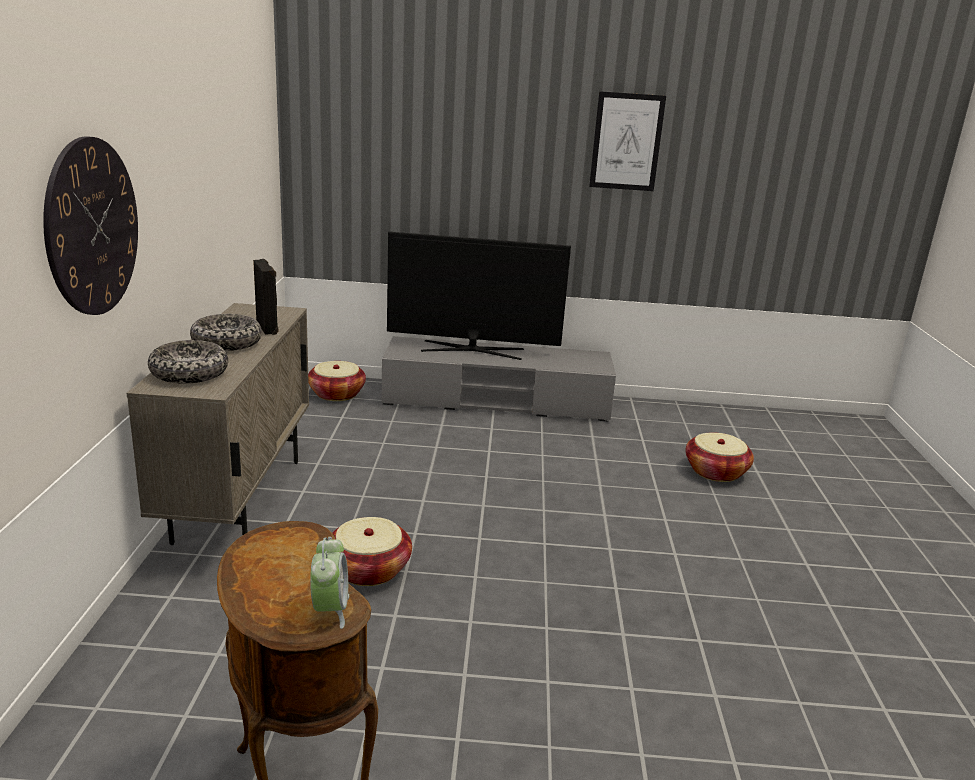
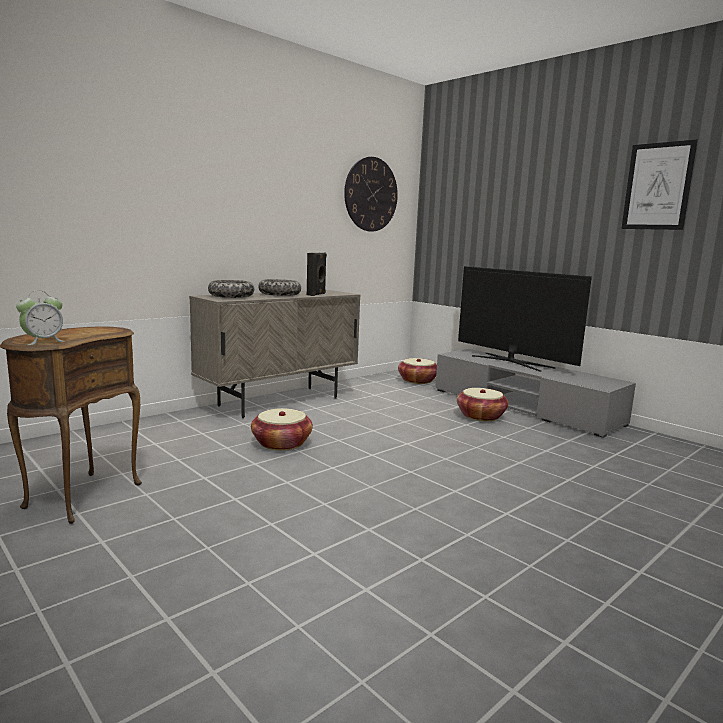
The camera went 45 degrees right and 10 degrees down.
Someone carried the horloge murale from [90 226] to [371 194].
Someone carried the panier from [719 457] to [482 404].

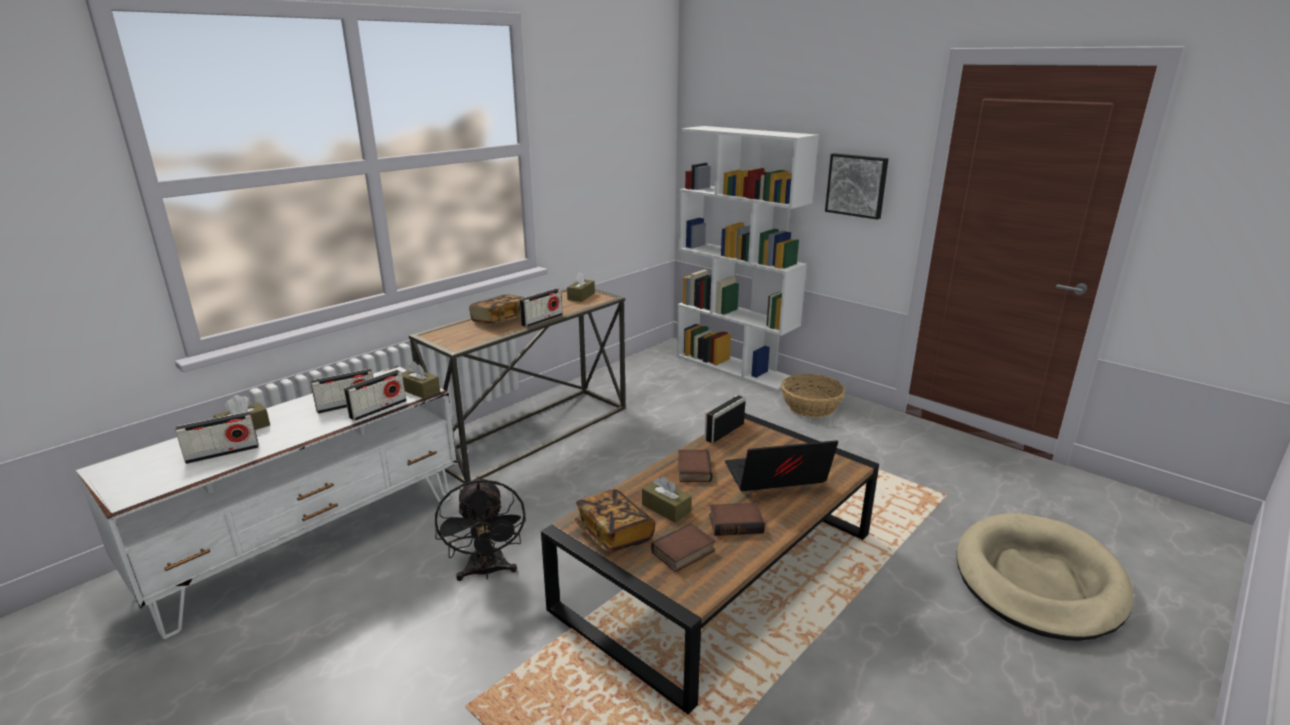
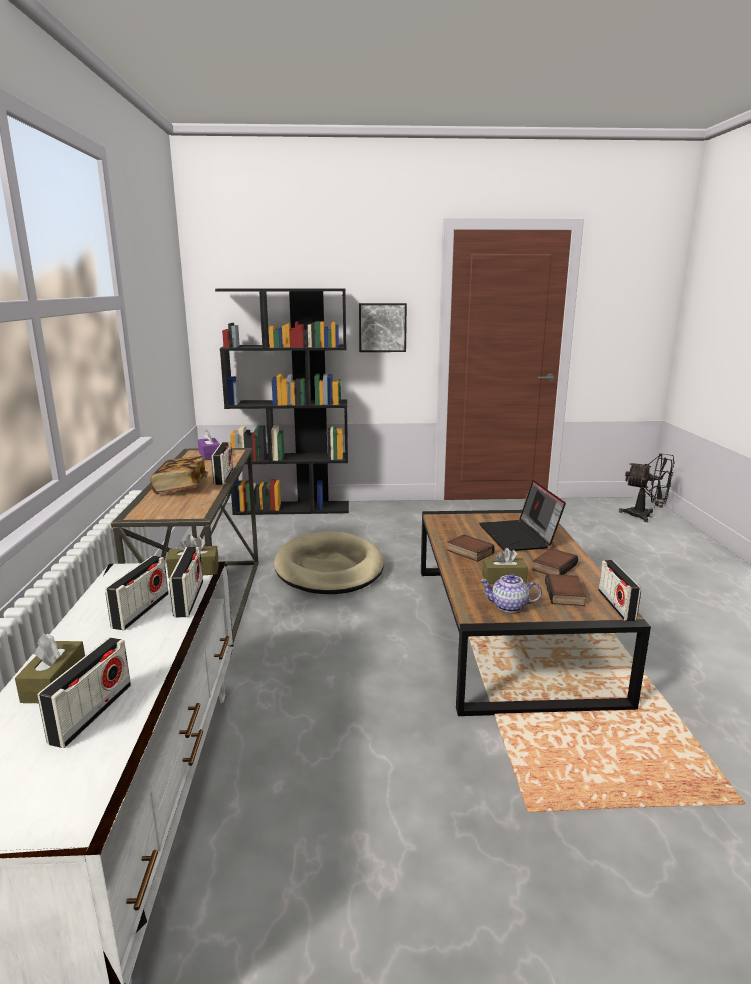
The camera went 45 degrees left and 5 degrees down.
Someone repainted the boîte à mouchoirs/marron at [581 286], which became the boîte à mouchoirs/violet at [209 444].
Someone repainted the bibliothèque/blanc at [748 258], which became the bibliothèque/noir at [282 401].
Someone carried the panier pour chien/beige from [1045 577] to [329 562].
Someone rotated the ordinateur portable at [781 465] by 45 degrees counterclockwise.
Someone swapped the livre at [615 521] for the théière at [511 593].
Someone carried the radio from [724 419] to [619 590].
Someone carried the ventilateur/noir from [480 528] to [647 487].
Someone took away the panier at [813 395].

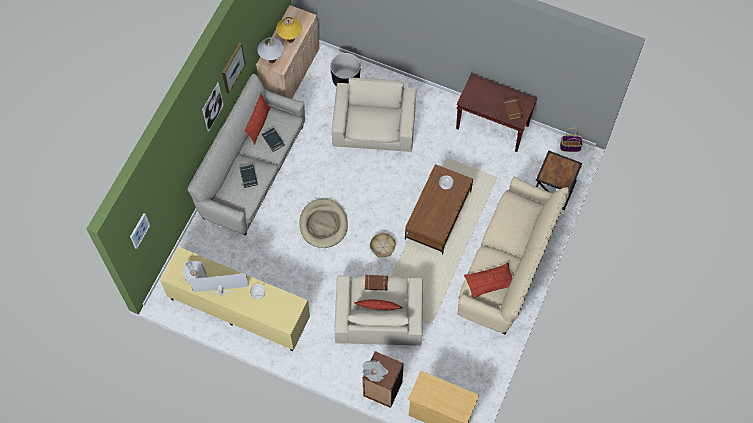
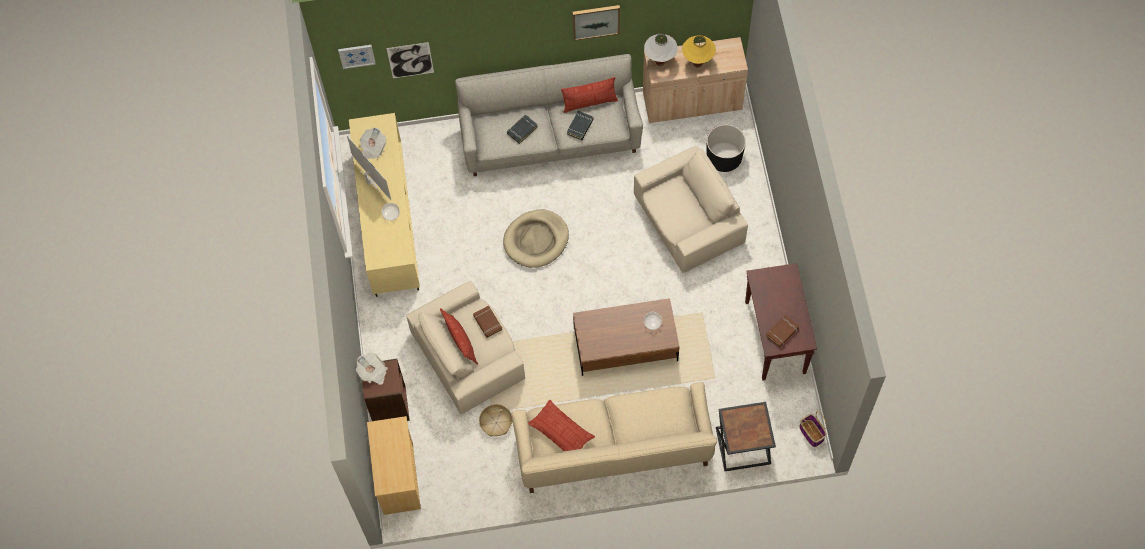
The camera went 60 degrees right and 0 degrees up.
Someone carried the tableau from [213 107] to [410 60].
Someone carried the panier from [383 245] to [495 420].

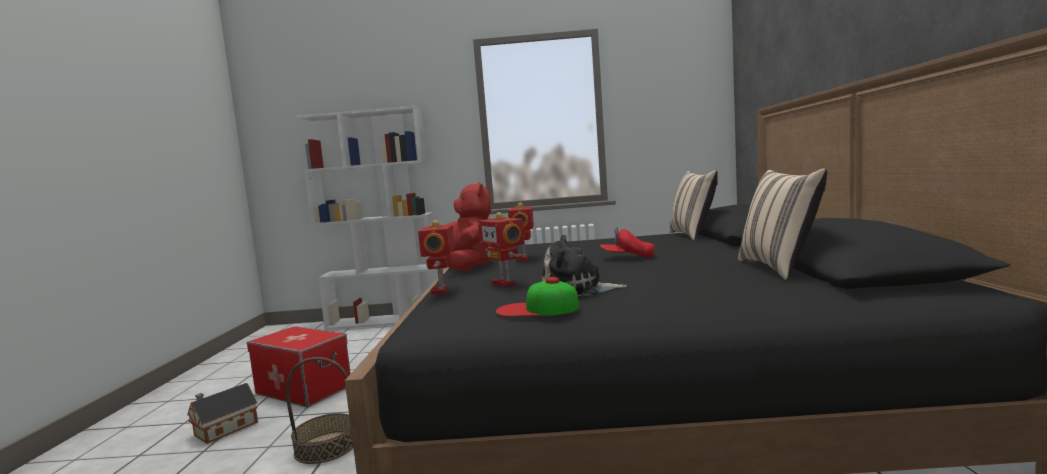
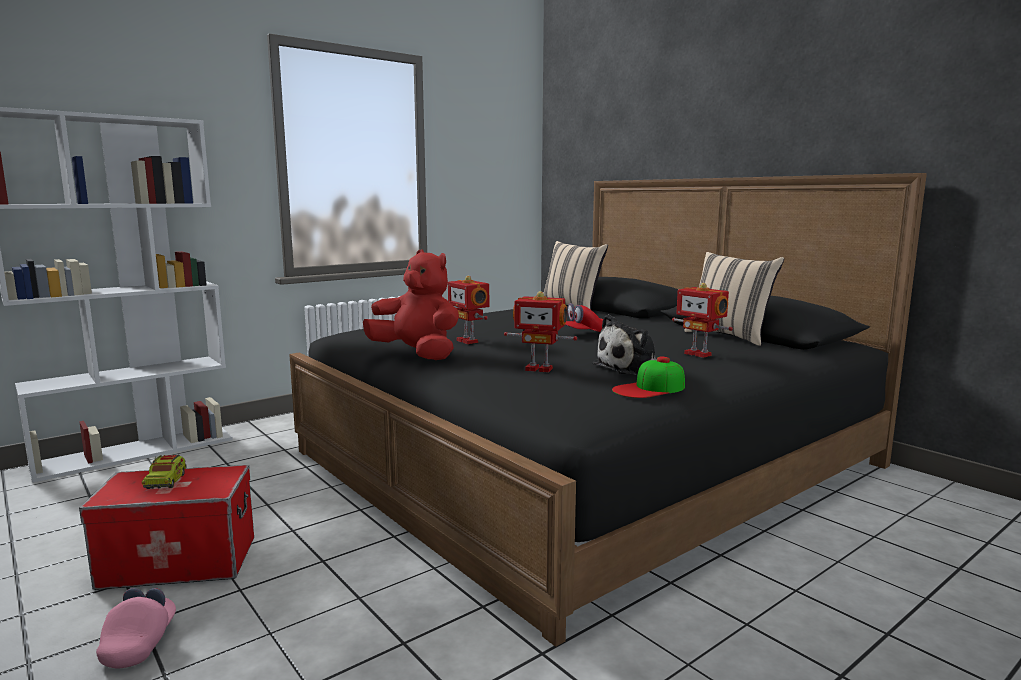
The camera went 40 degrees left and 5 degrees up.
Someone swapped the maison miniature at [222 413] for the casquette/rose at [136 628].
Someone put down the camion jouet at [164 471].
Someone carried the robot jouet from [436 257] to [702 320].
Someone took away the panier at [319 410].

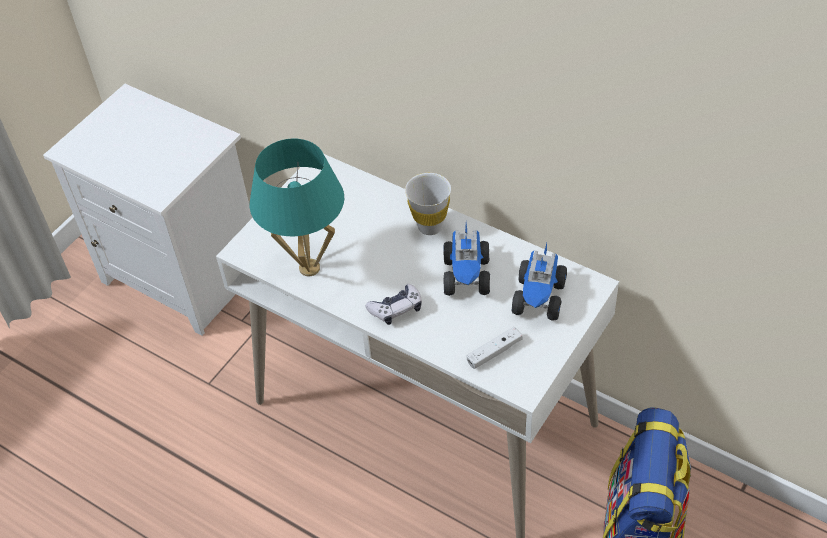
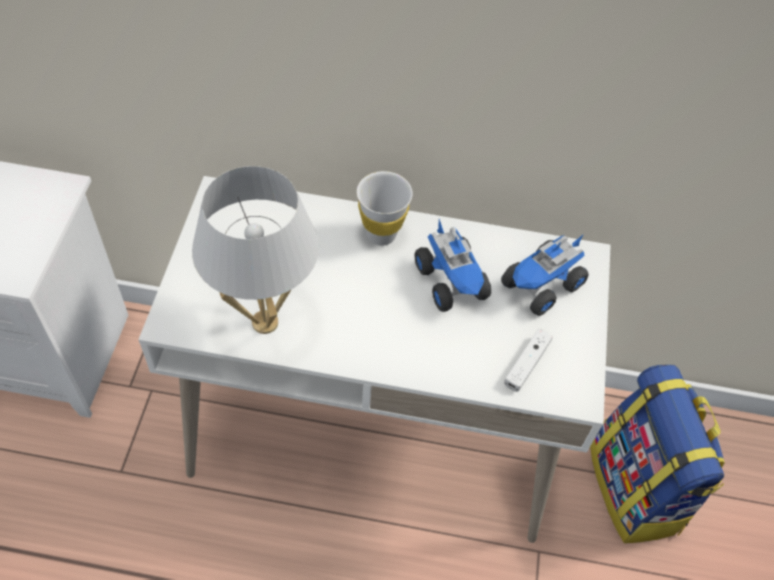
The camera went 30 degrees left and 5 degrees up.
Someone repainted the lampe de table/turquoise at [297 207], which became the lampe de table/blanc at [255 250].
Someone rotated the camion jouet at [539 282] by 60 degrees clockwise.
Someone took away the manette at [393 304].

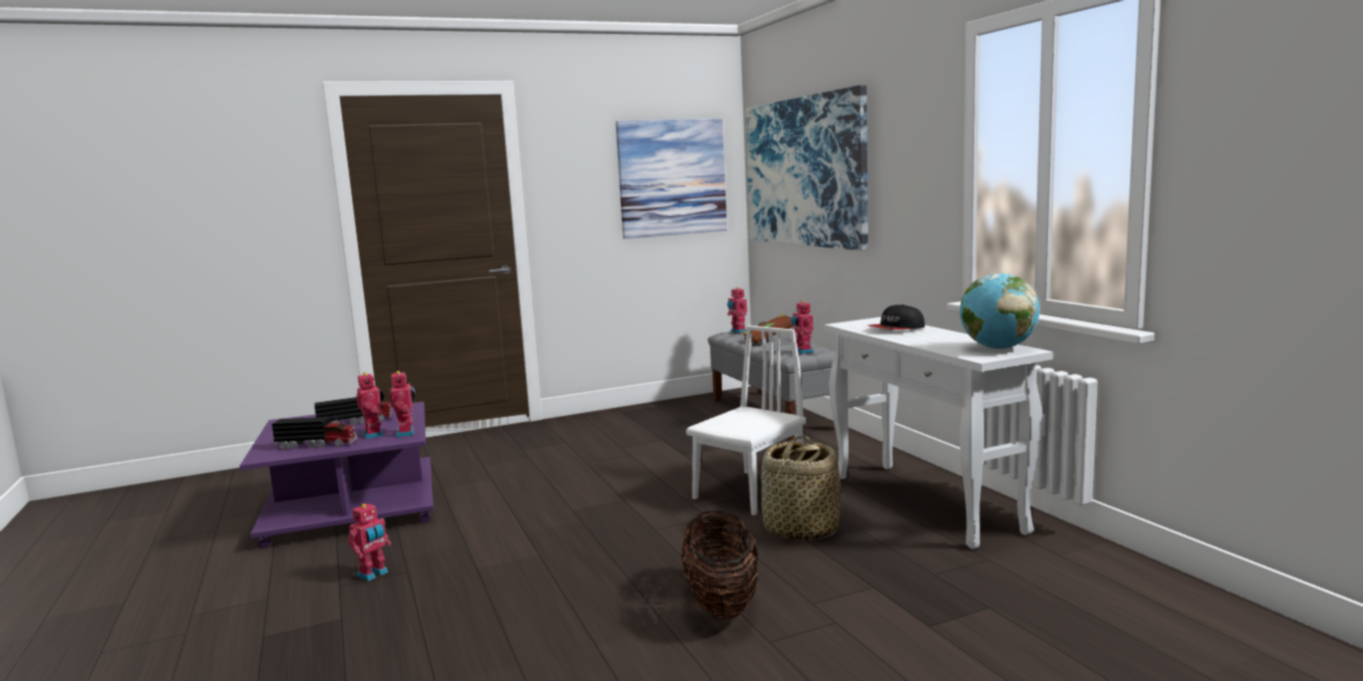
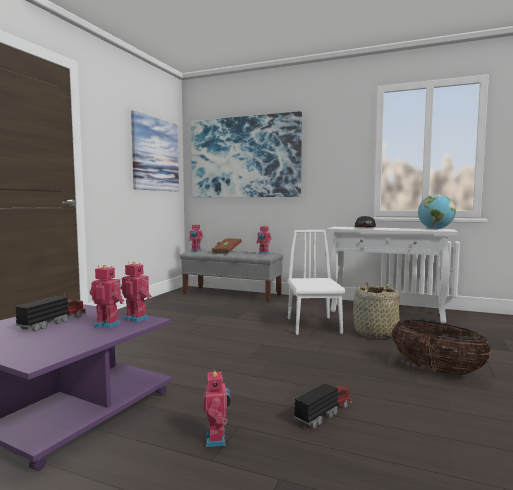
The camera went 45 degrees left and 5 degrees down.
Someone carried the camion jouet from [314 432] to [323 403].

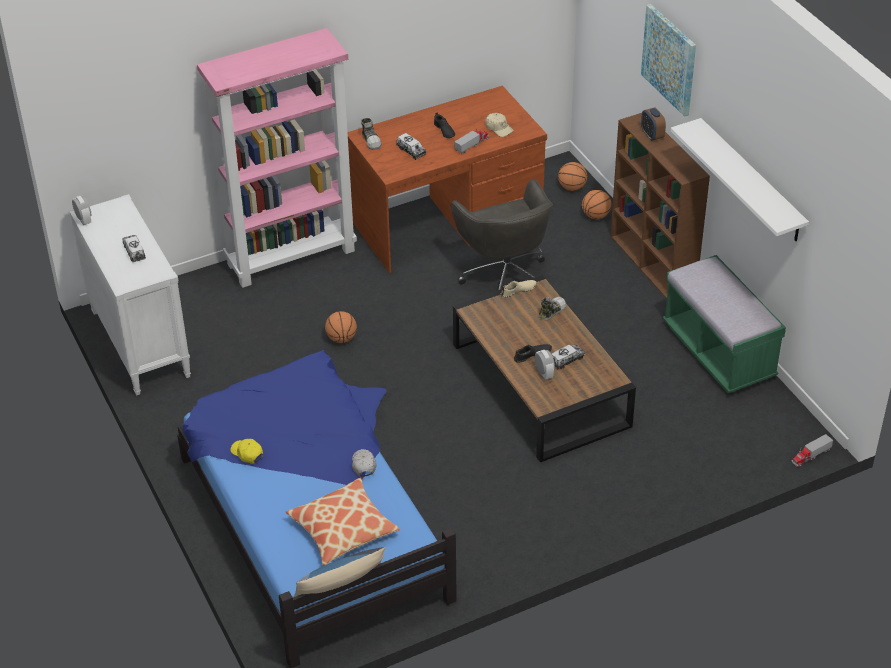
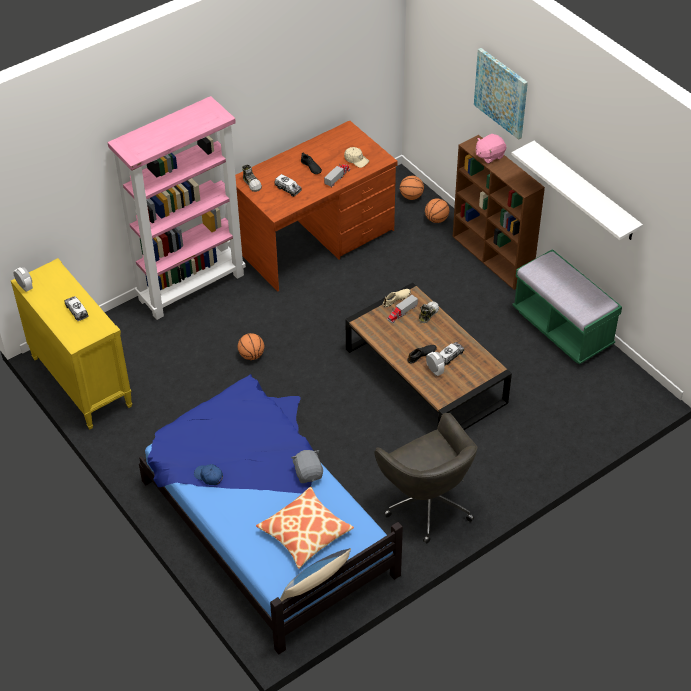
The camera went 10 degrees left and 5 degrees up.
Someone repainted the commode/blanc at [130 295], which became the commode/jaune at [71 343].
Someone repainted the casquette/jaune at [246 451], which became the casquette/bleu at [208 474].
Someone swapped the casquette/blanc at [364 463] for the peluche/gris at [307 466].
Someone carried the chaise de bureau/gris from [502 234] to [426 478].
Someone carried the camion jouet from [812 450] to [402 309].
Someone swapped the réveil at [653 124] for the peluche/rose at [491 149].

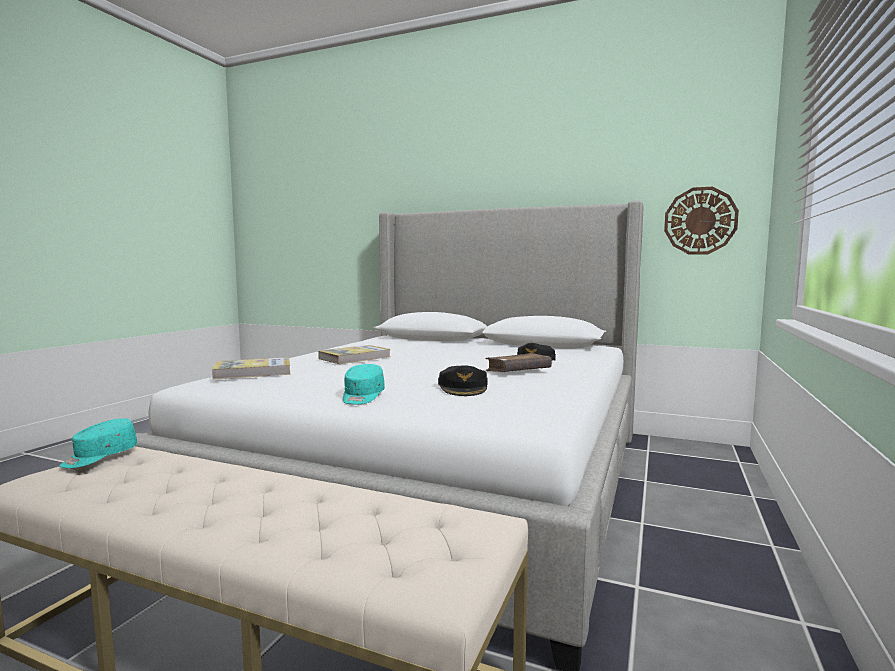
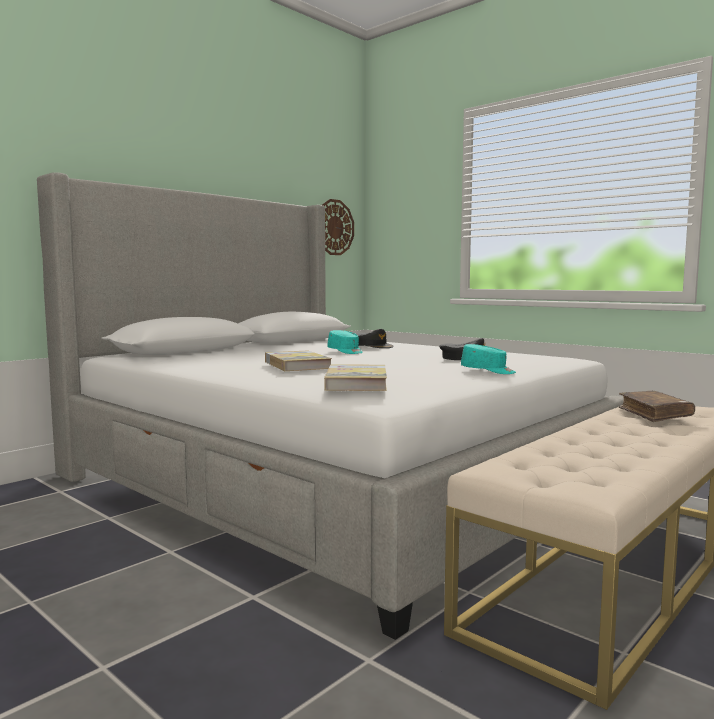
The camera went 70 degrees left and 0 degrees up.
Someone carried the casquette/turquoise from [98 443] to [345 342].
Someone carried the livre/marron from [518 362] to [657 406].

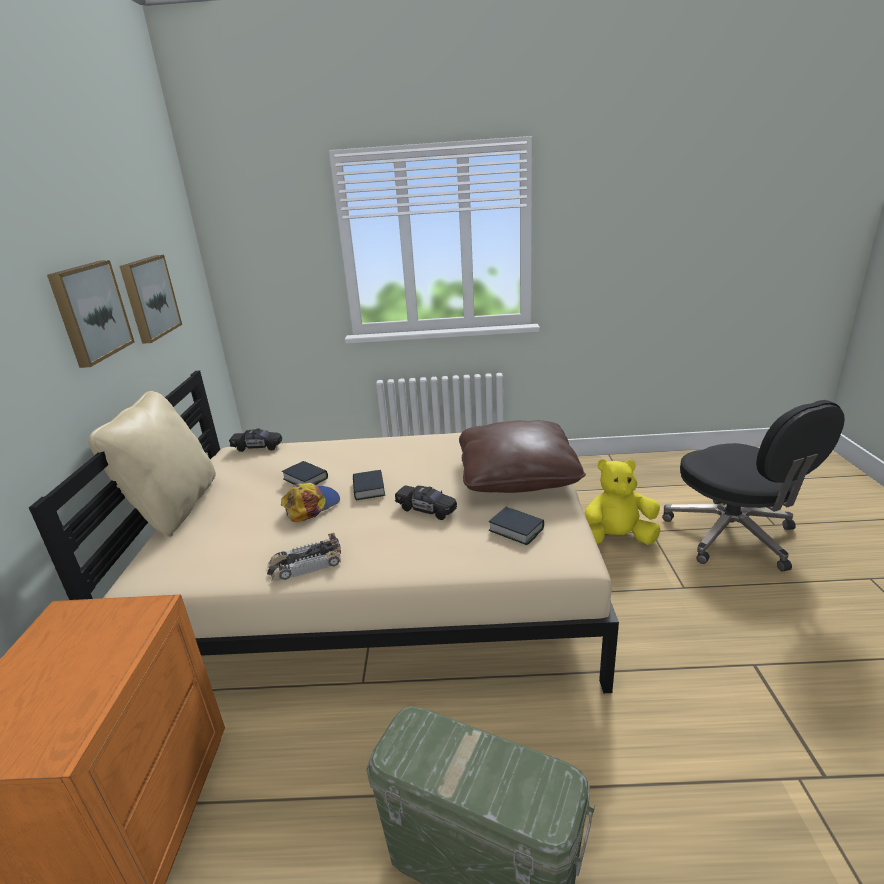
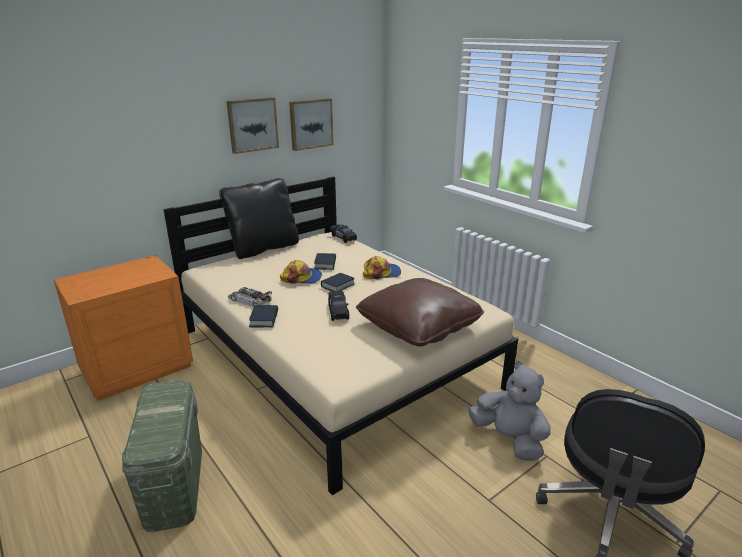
The camera went 50 degrees right and 0 degrees up.
Someone repainted the coussin/beige at [152 464], which became the coussin/noir at [259 218].
Someone carried the livre from [516 526] to [263 316].
Someone put down the casquette at [382 267].
Someone repainted the peluche/jaune at [623 502], which became the peluche/gris at [509 410].

